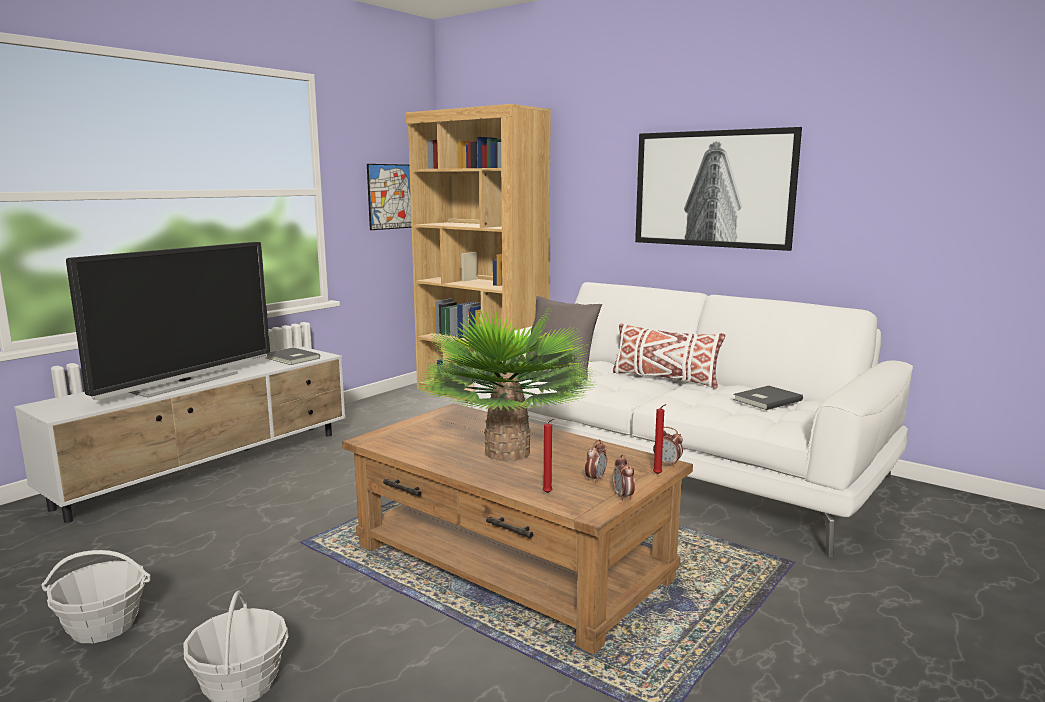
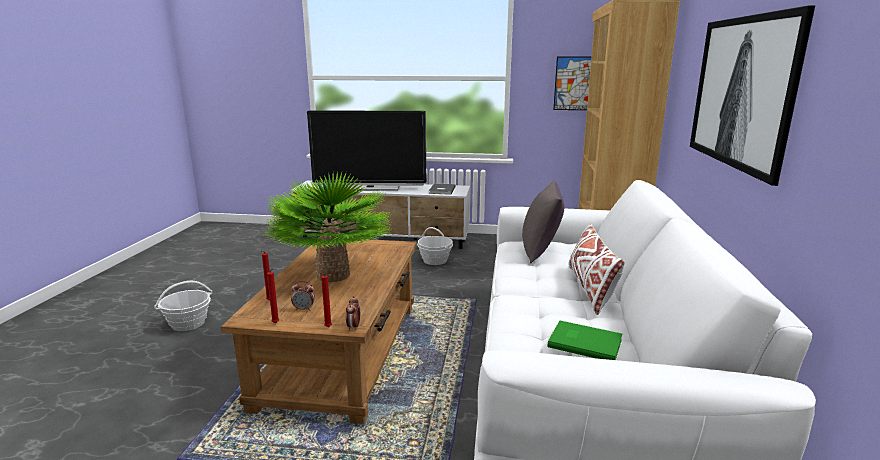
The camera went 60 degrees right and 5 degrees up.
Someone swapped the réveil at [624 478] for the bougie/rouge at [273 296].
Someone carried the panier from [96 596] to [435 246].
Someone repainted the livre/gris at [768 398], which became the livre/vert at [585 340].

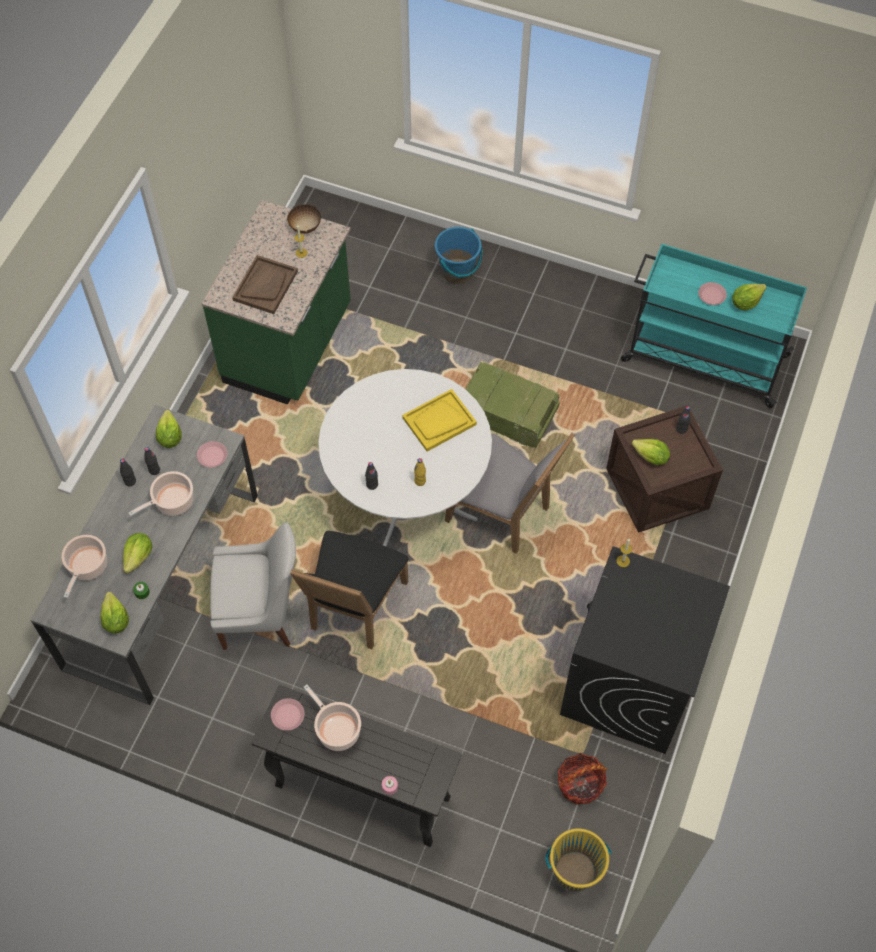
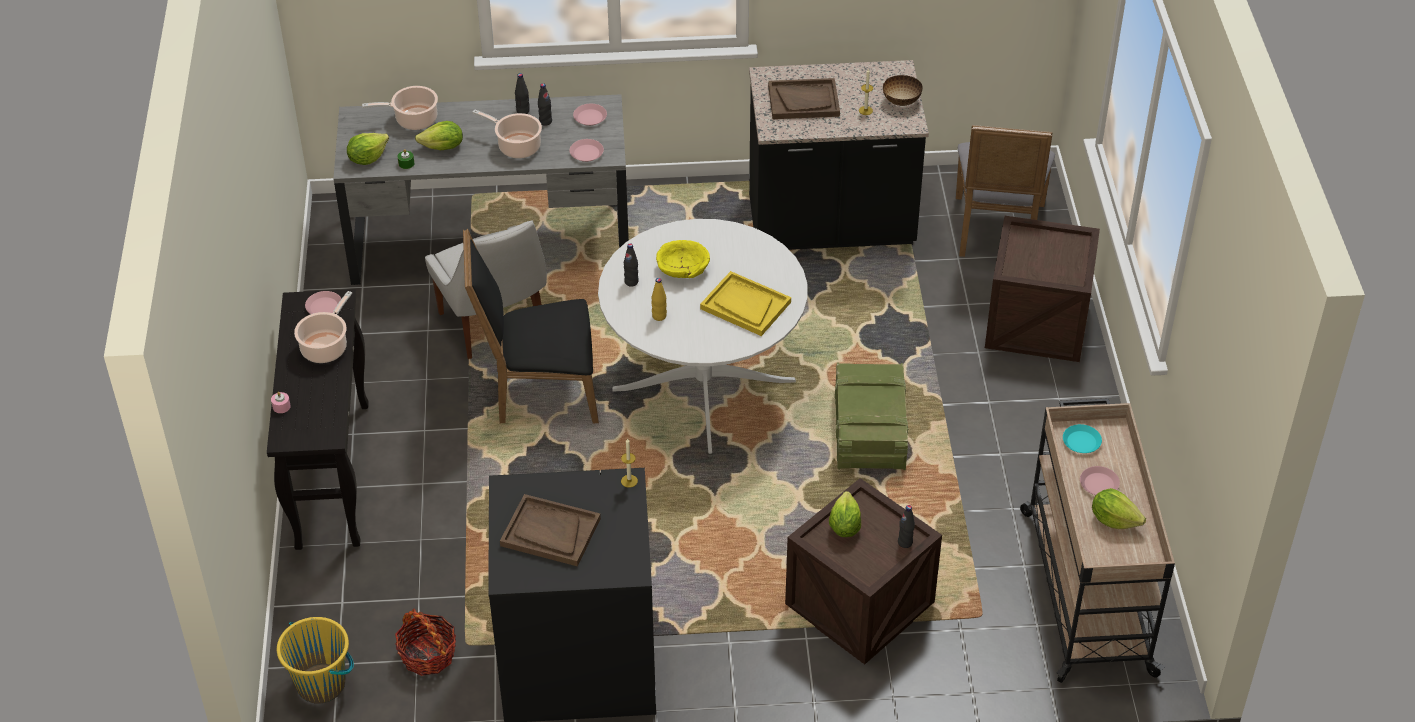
The camera went 65 degrees right and 15 degrees down.
Someone put down the plateau/marron at [550 530].
Someone swapped the laitue at [169 429] for the assiette/rose at [590 115].
Someone put down the bol/jaune at [683 259].
Someone repainted the comptoir de cuisine/vert at [276 302], which became the comptoir de cuisine/noir at [839 155].
Someone carried the chaise/gris from [510 493] to [1005 191].
Someone swapped the seau/bleu at [458 255] for the caisse at [1042 289].
Someone repainted the chariot/turquoise at [714 326], which became the chariot/beige at [1097 540].
Someone put down the assiette/turquoise at [1082 438].

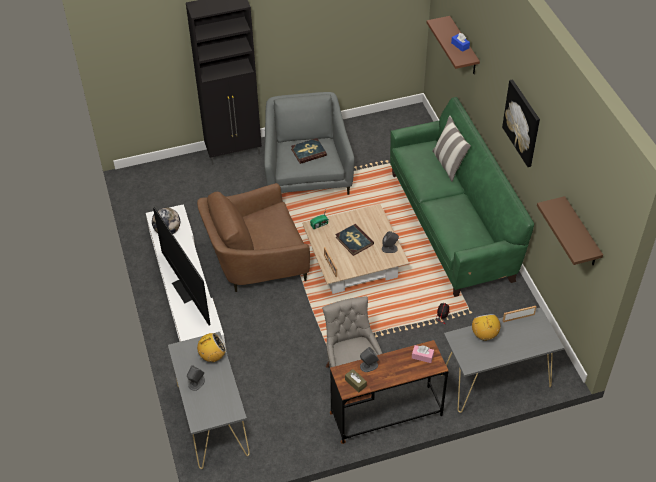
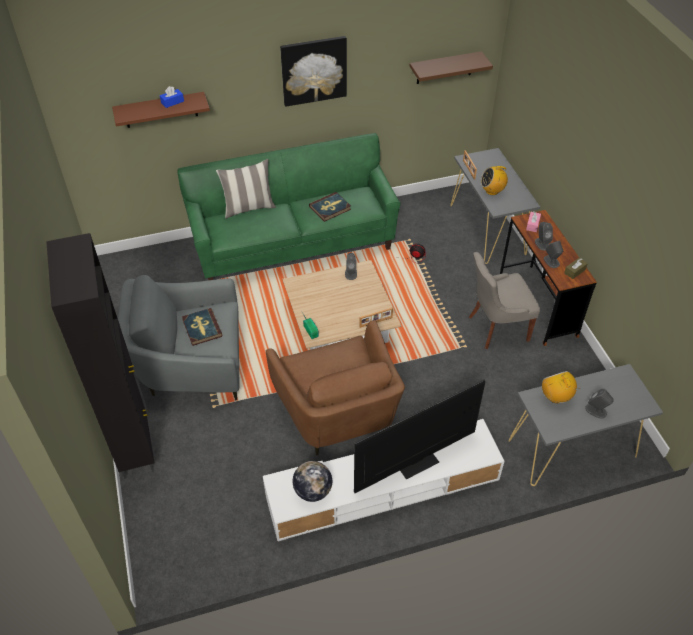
The camera went 90 degrees left and 0 degrees up.
Someone carried the livre from [354 240] to [330 207].
Someone put down the enceinte/gris at [544 236].

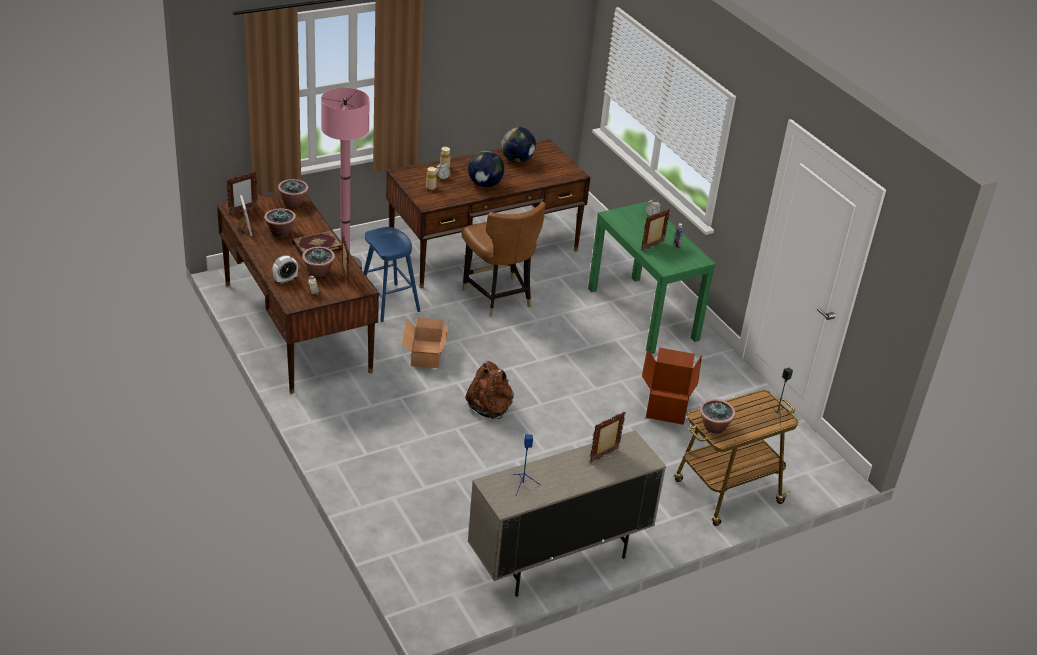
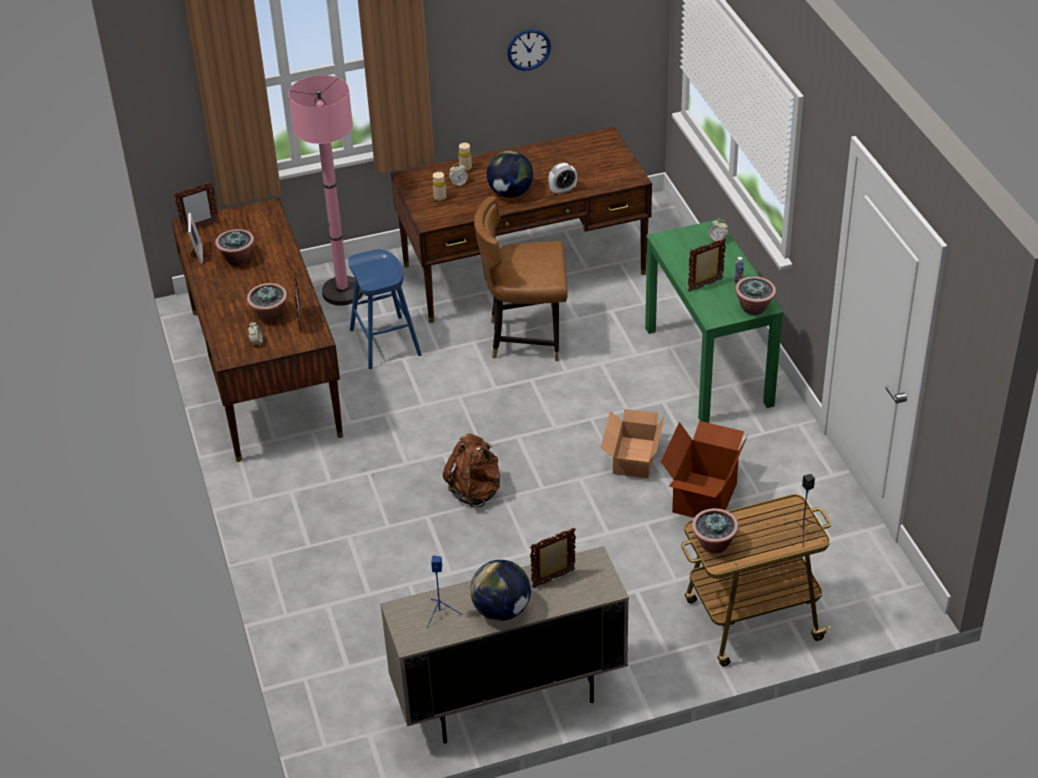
The camera went 15 degrees right and 5 degrees up.
Someone carried the globe from [518 144] to [500 590].
Someone rotated the chaise/marron at [504 259] by 105 degrees clockwise.
Someone put up the horloge murale at [529 50].
Someone carried the réveil from [285 270] to [562 179].
Someone carried the carton from [425 342] to [632 444].
Someone carried the plante en pot from [293 193] to [755 295].
Someone took away the livre at [317 243].

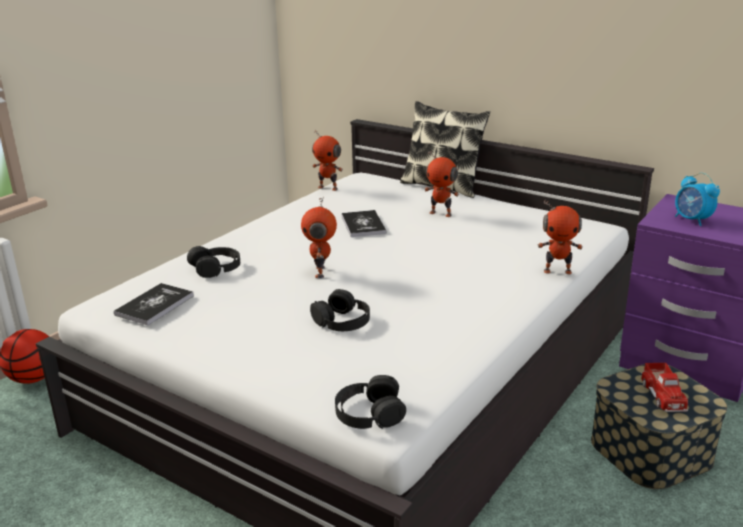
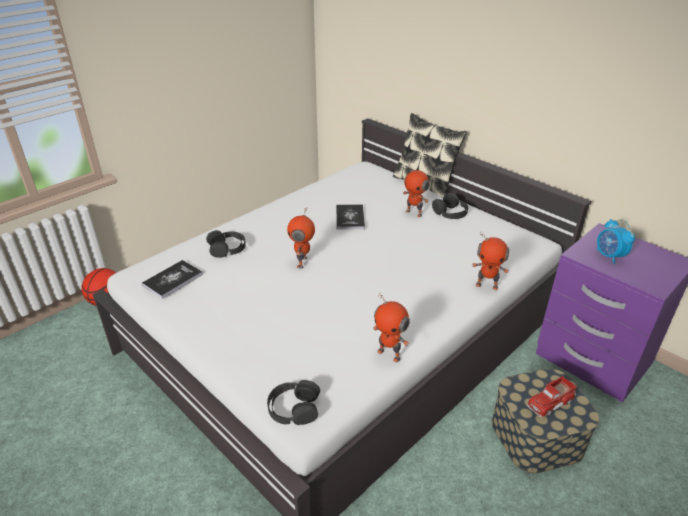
The camera went 10 degrees right and 10 degrees up.
Someone carried the robot jouet from [327 160] to [391 327].
Someone carried the casque audio/noir from [340 310] to [450 206].
Someone rotated the camion jouet at [664 387] by 45 degrees clockwise.

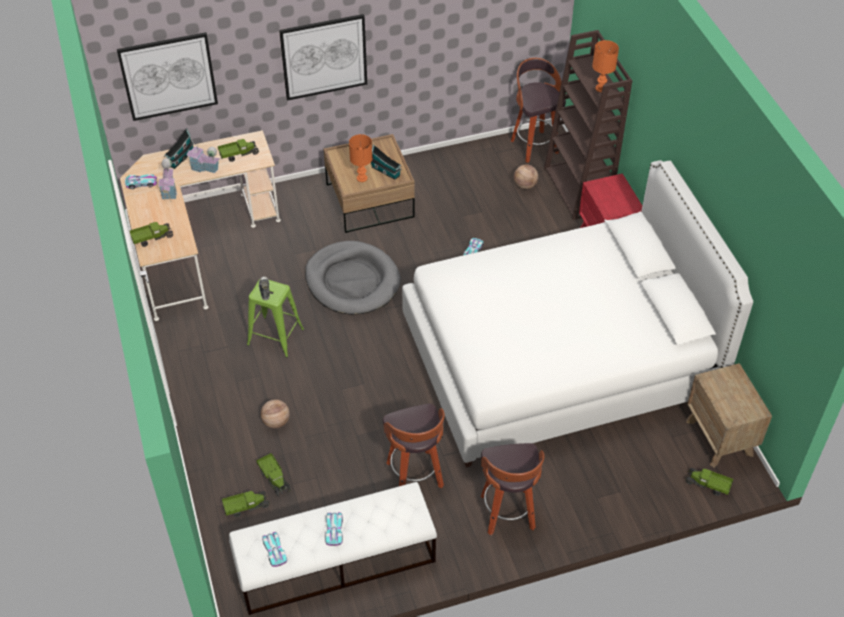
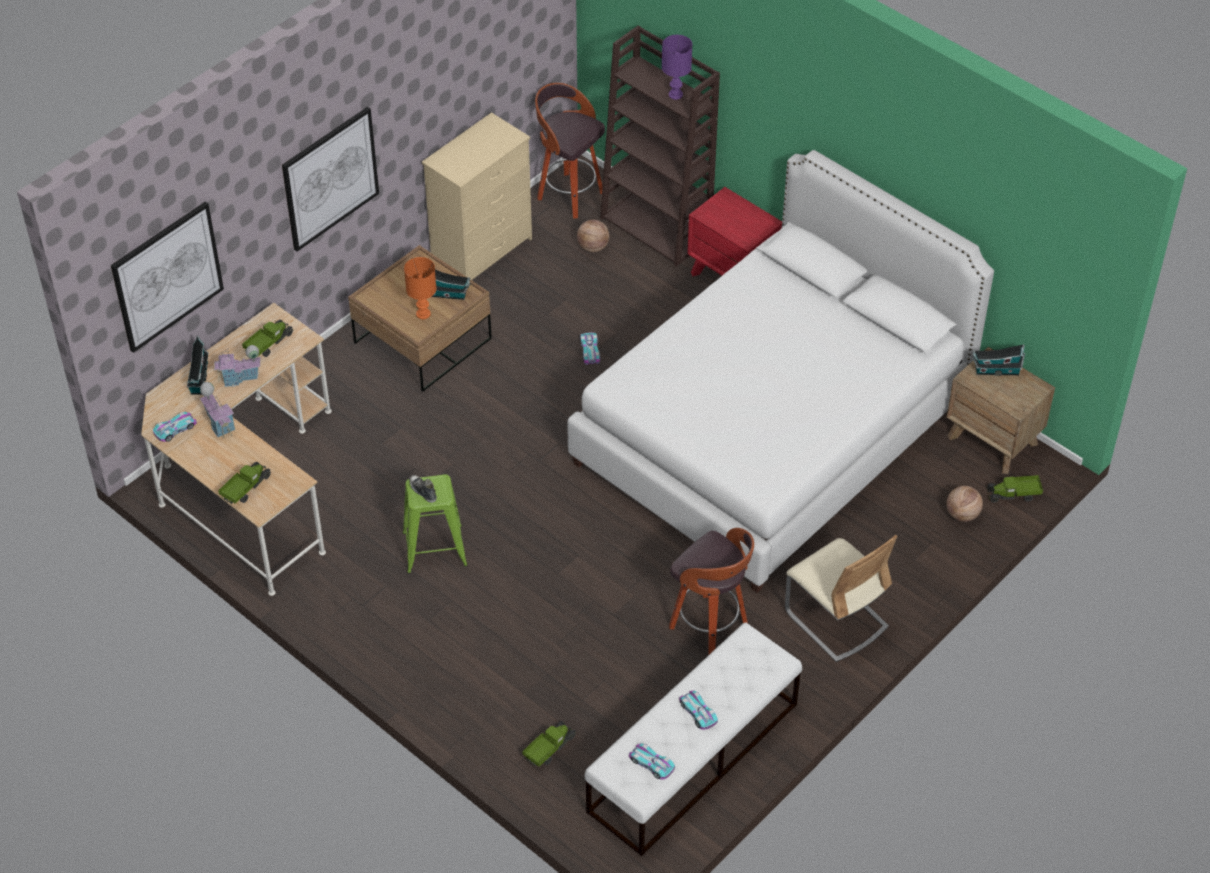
The camera went 30 degrees left and 0 degrees up.
Someone put down the commode/beige at [477 196].
Someone repainted the lampe de table/orange at [605 66], which became the lampe de table/violet at [677 67].
Someone swapped the tabouret at [513 489] for the chaise/beige at [841 598].
Someone carried the ballon de basket from [275 413] to [964 504].
Someone put down the maison miniature at [998 360].
Someone took away the camion jouet at [273 474].
Someone took away the panier pour chien/gris at [353 278].

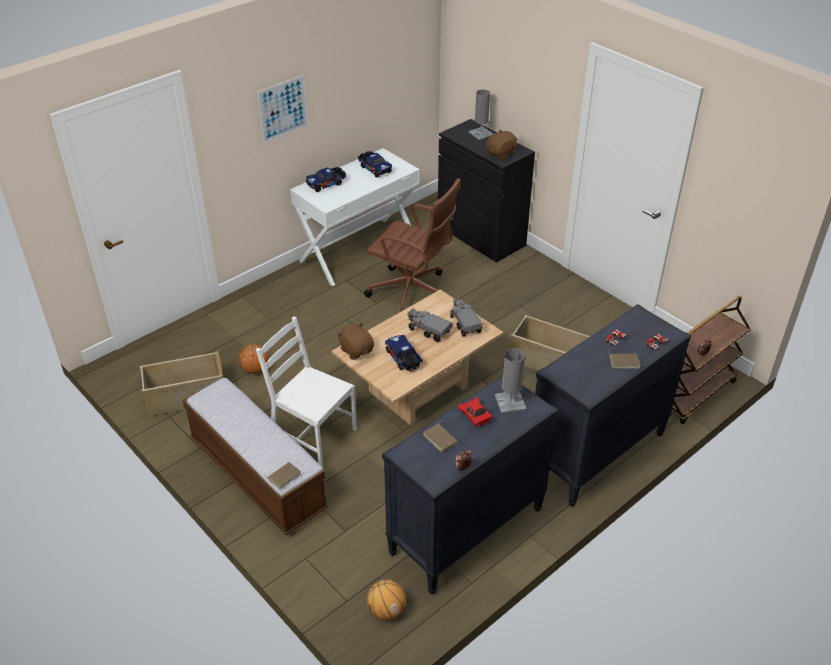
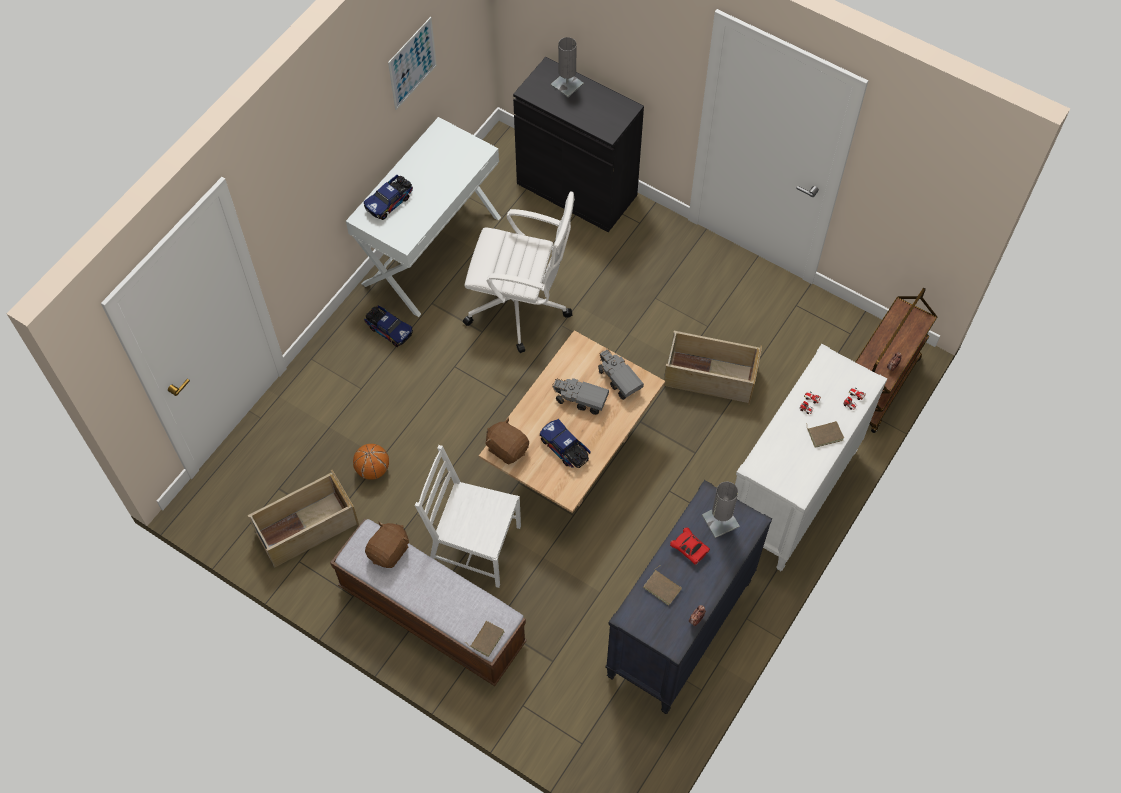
The camera went 15 degrees left and 20 degrees up.
Someone carried the camion jouet from [375 164] to [388 326].
Someone carried the peluche/marron from [502 145] to [387 544].
Someone carried the tableau from [282 109] to [412 63].
Someone repainted the chaise de bureau/marron at [412 244], which became the chaise de bureau/blanc at [519 272].
Someone repainted the commode/noir at [613 405], which became the commode/blanc at [811 457].
Someone took away the ballon de basket at [386 600].

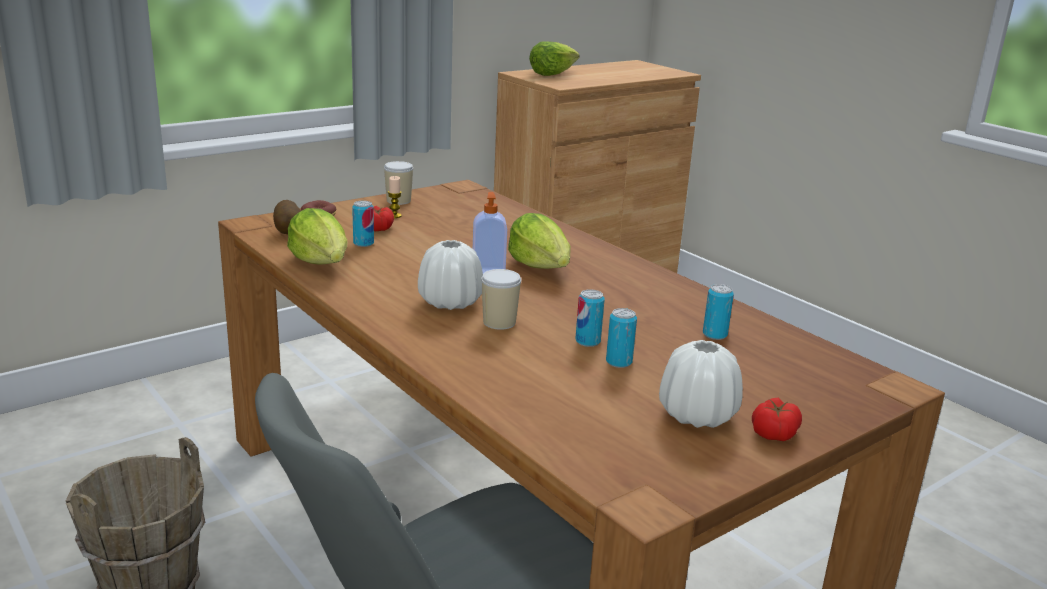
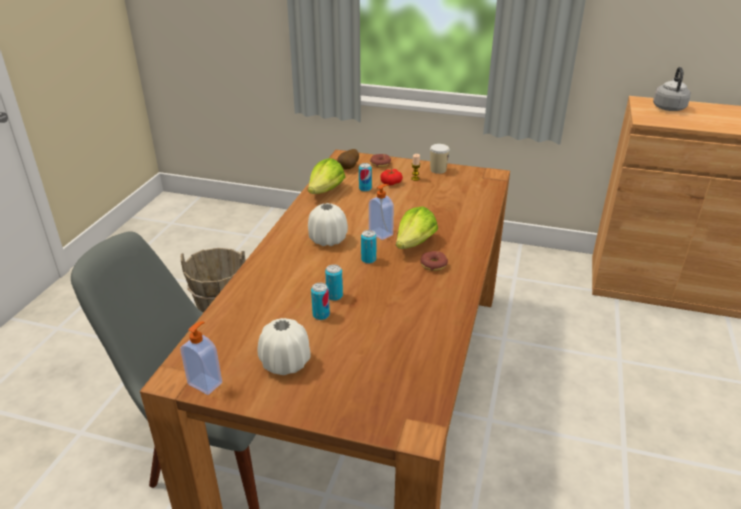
The camera went 55 degrees right and 10 degrees up.
Someone put down the distributeur de savon at [201 358].
Someone carried the boîte métallique from [718 312] to [368 247].
Someone put down the beignet at [434 261].
Someone swapped the laitue at [554 58] for the bouilloire/gris at [672 89].
Someone took away the tasse at [501 299].
Someone took away the tomate at [777 419].

